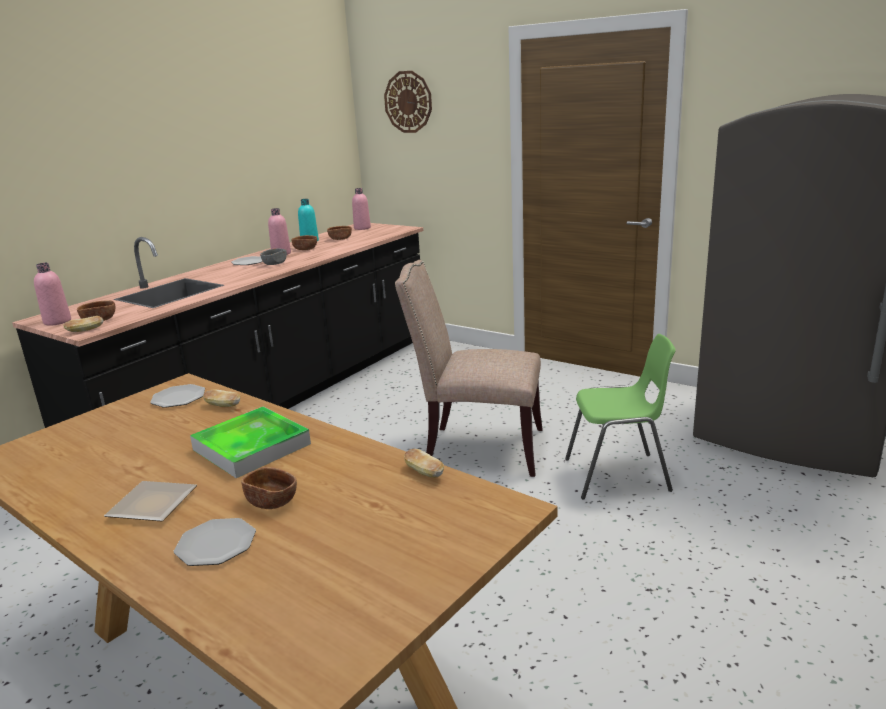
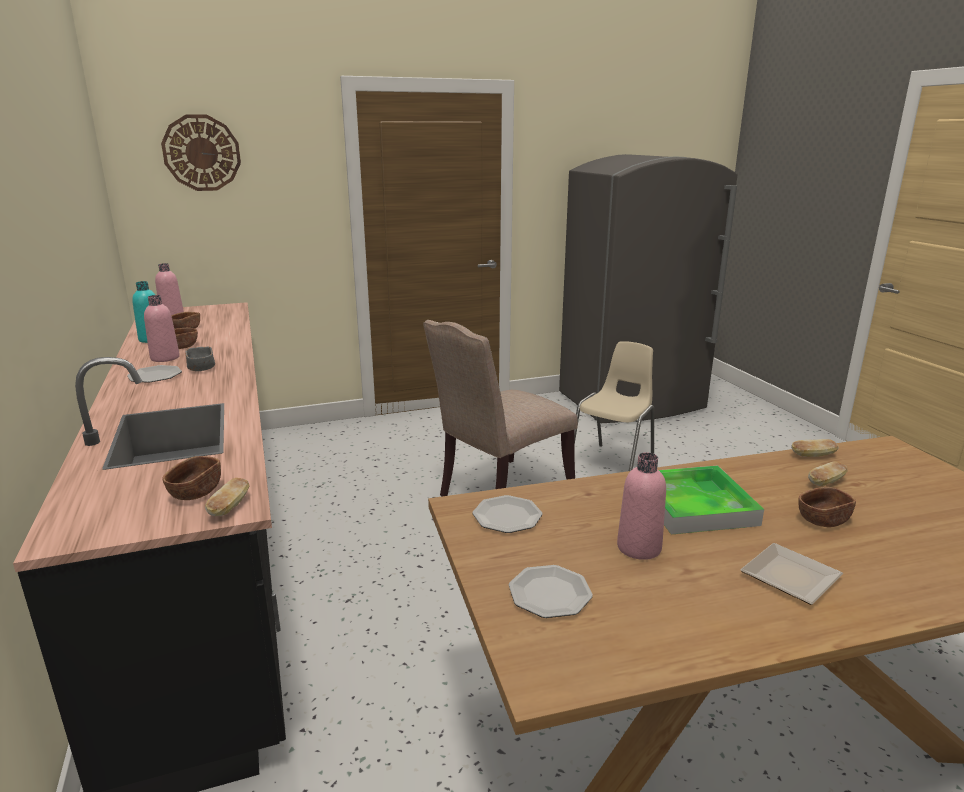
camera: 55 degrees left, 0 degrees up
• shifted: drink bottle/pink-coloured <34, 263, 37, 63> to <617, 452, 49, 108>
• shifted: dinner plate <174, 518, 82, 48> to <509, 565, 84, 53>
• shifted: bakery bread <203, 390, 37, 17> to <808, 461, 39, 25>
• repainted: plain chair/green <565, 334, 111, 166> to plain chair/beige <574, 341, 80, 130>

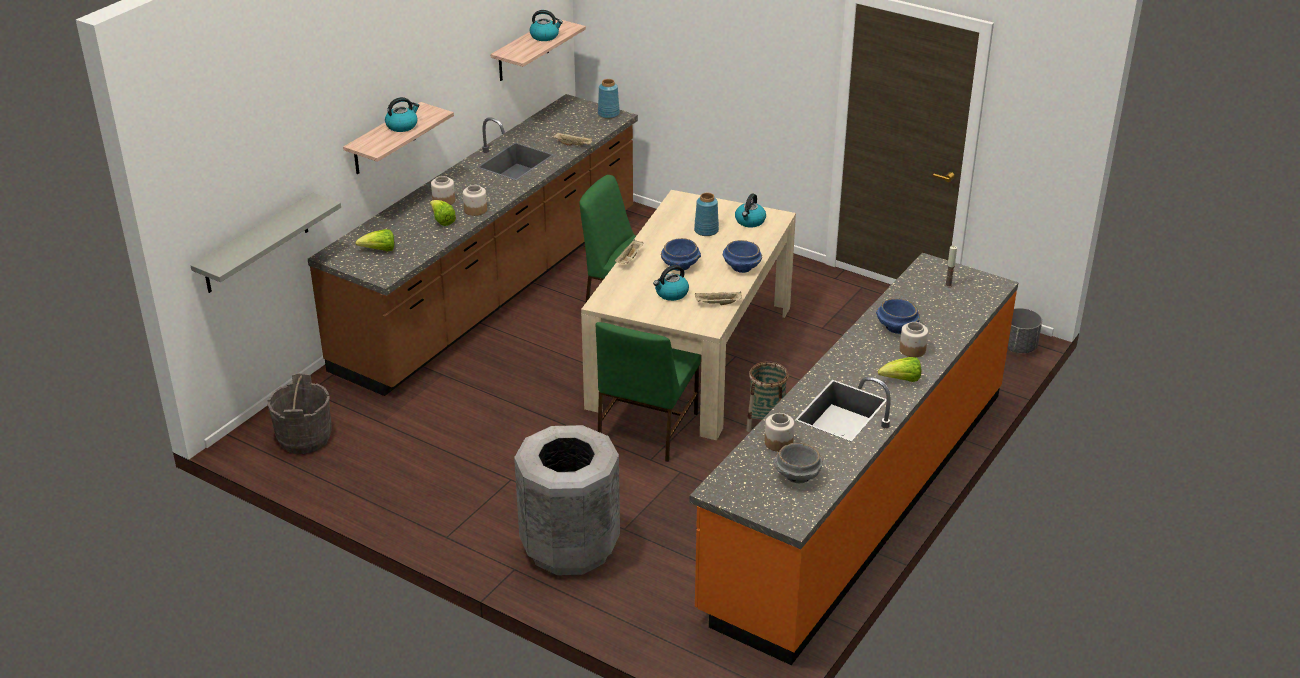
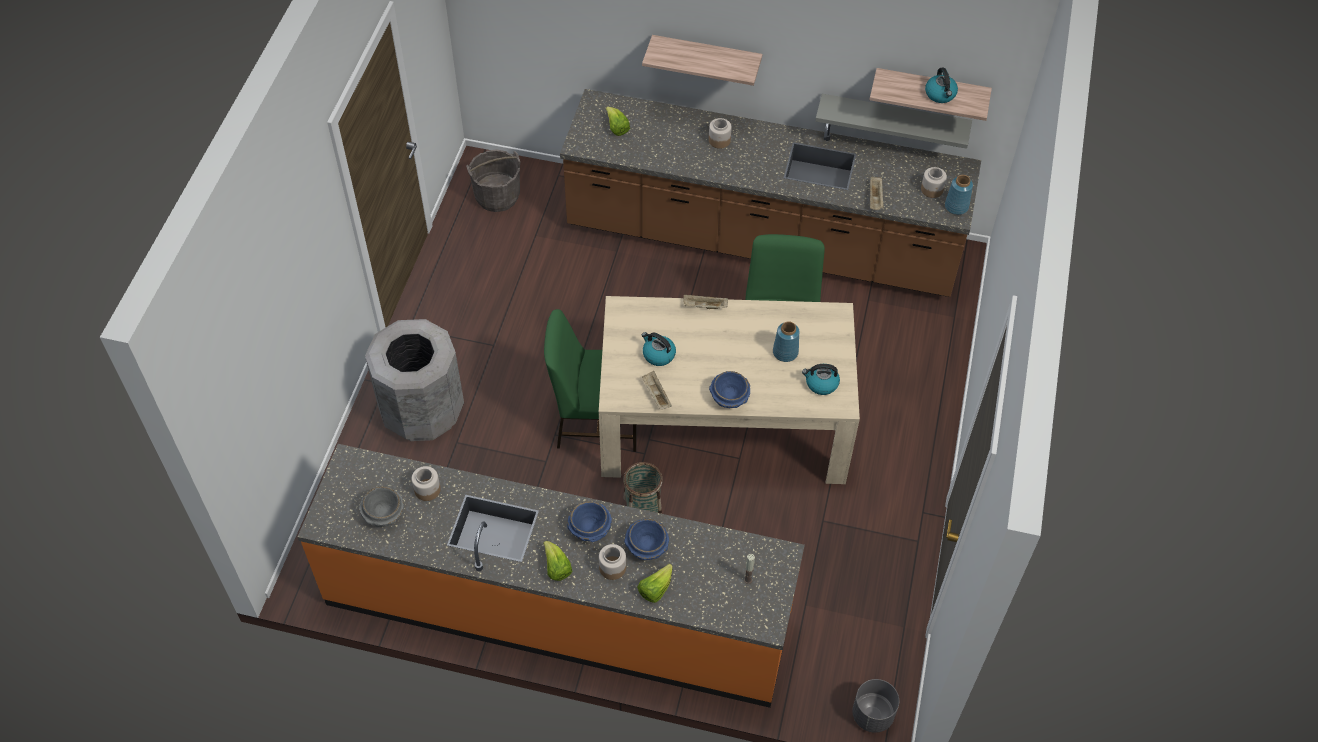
camera: 70 degrees right, 20 degrees up
• shifted: wall shelf/greyish <191, 192, 150, 101> to <815, 94, 157, 55>
• gone: kettle <385, 97, 35, 35>
• shifted: lettuce <430, 200, 26, 26> to <637, 564, 36, 39>
• shifted: storage jar <463, 185, 24, 31> to <921, 167, 26, 31>
• shifted: bowl/bluish <661, 238, 40, 33> to <567, 501, 45, 41>

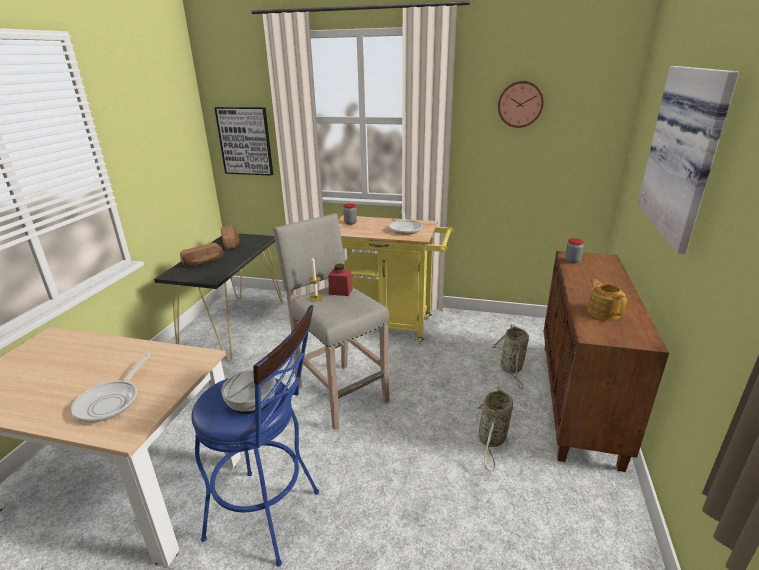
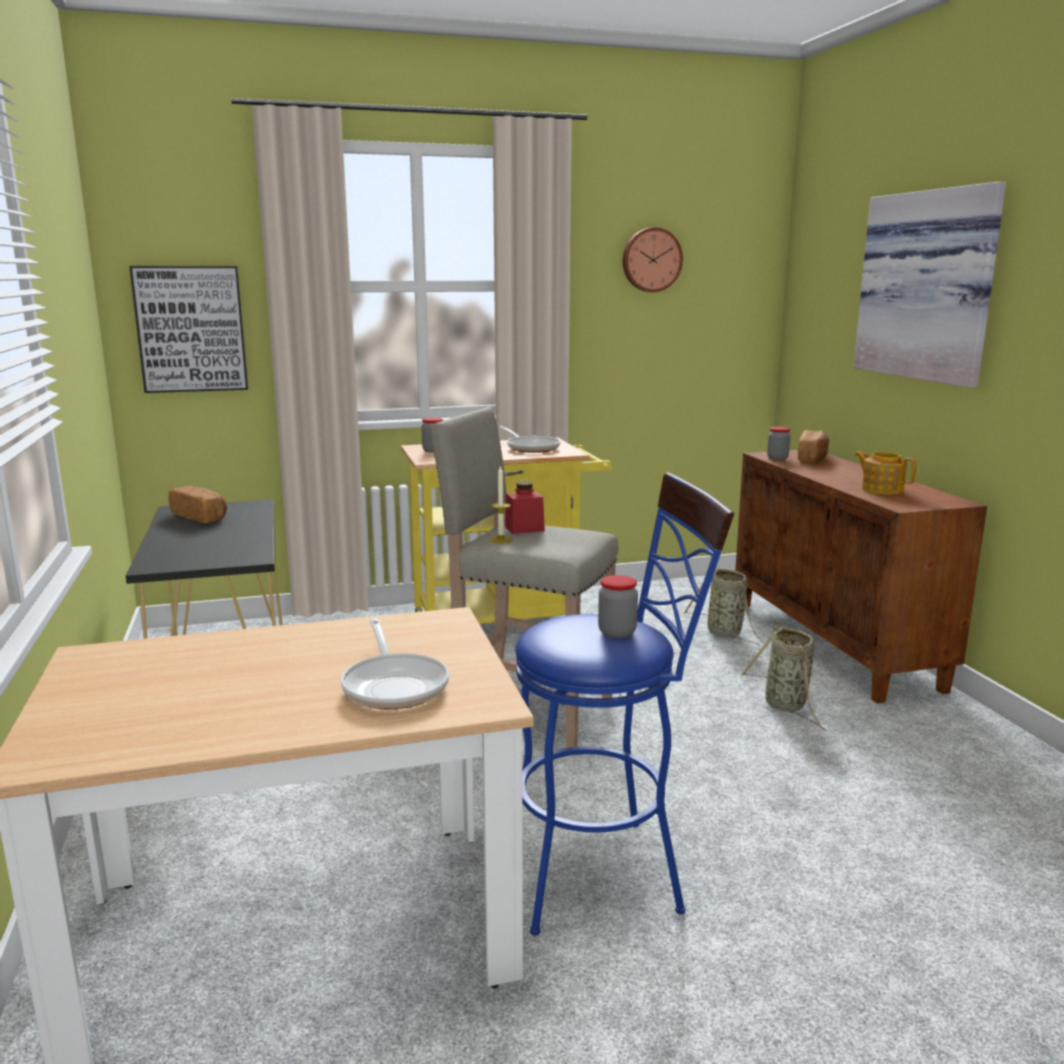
camera: 30 degrees left, 10 degrees down
• shifted: bakery bread <180, 243, 43, 24> to <798, 430, 31, 33>
• swapped: bowl <221, 369, 55, 45> to storage jar <598, 575, 40, 63>

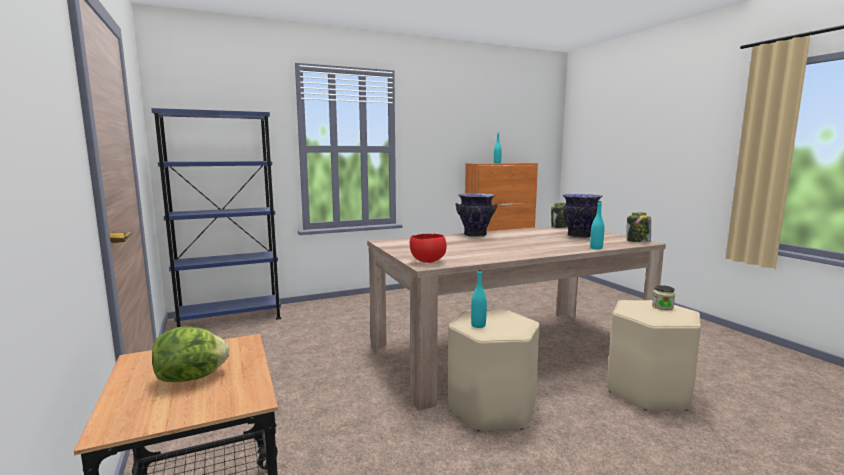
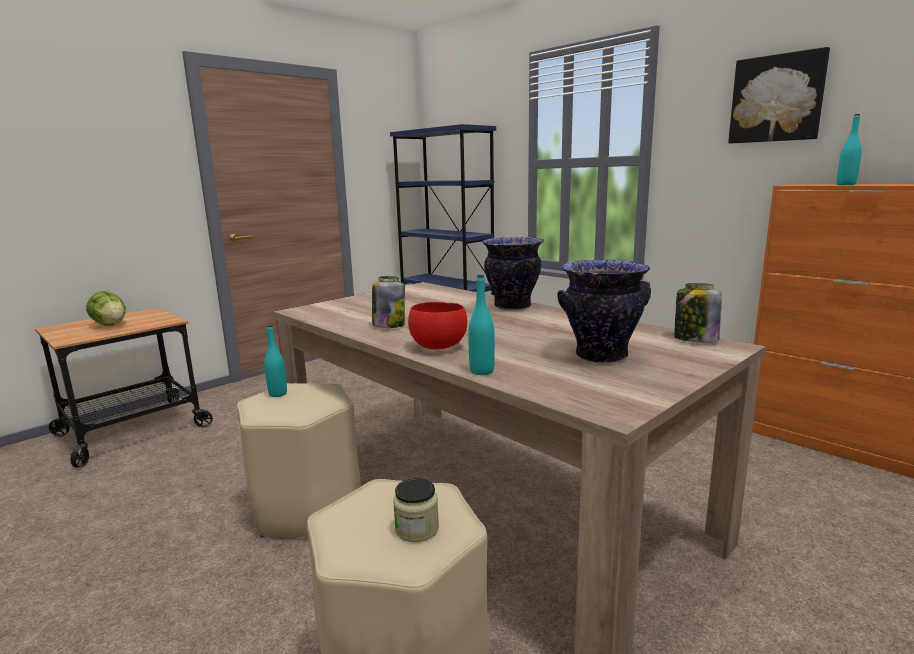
camera: 70 degrees right, 5 degrees up
• shifted: bowl/red-coloured <410, 234, 37, 29> to <408, 302, 59, 47>
• shifted: storage jar <627, 213, 24, 29> to <372, 276, 33, 52>
• new: wall picture <728, 47, 102, 96>

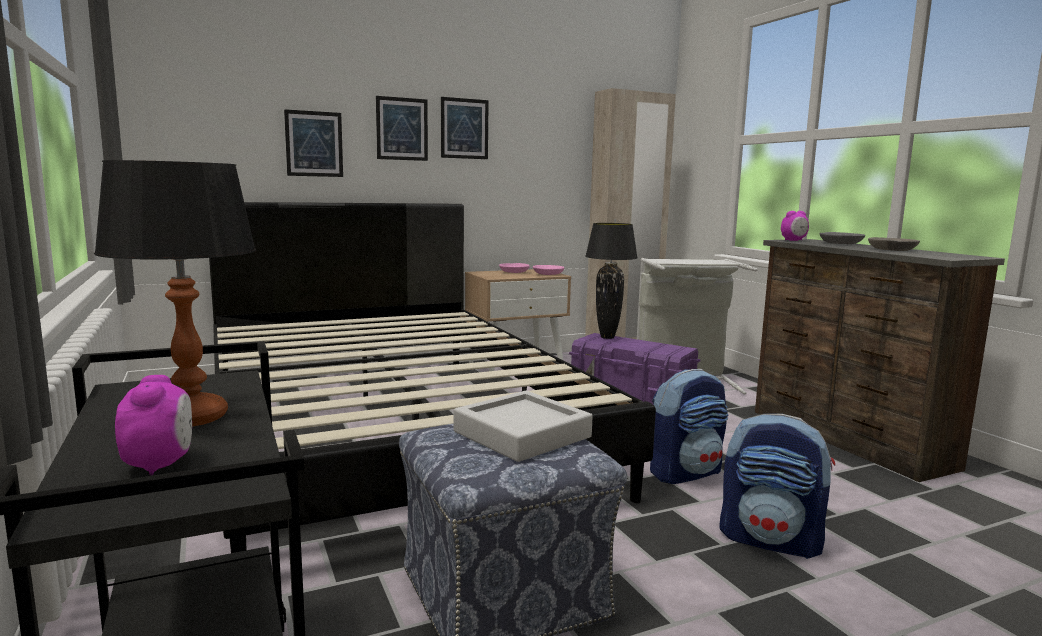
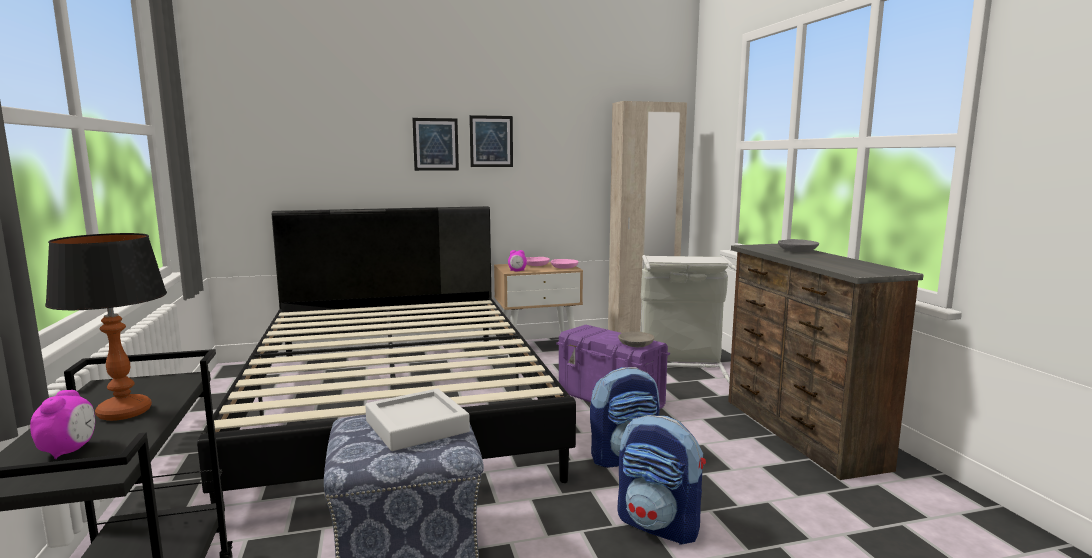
camera: 10 degrees right, 0 degrees up
• gone: wall picture <284, 109, 59, 68>
• gone: table lamp/black-coloured <585, 223, 53, 116>
• shifted: alarm clock <781, 211, 28, 30> to <508, 250, 19, 21>
• shifted: bowl/greyish <868, 237, 52, 14> to <618, 331, 37, 16>

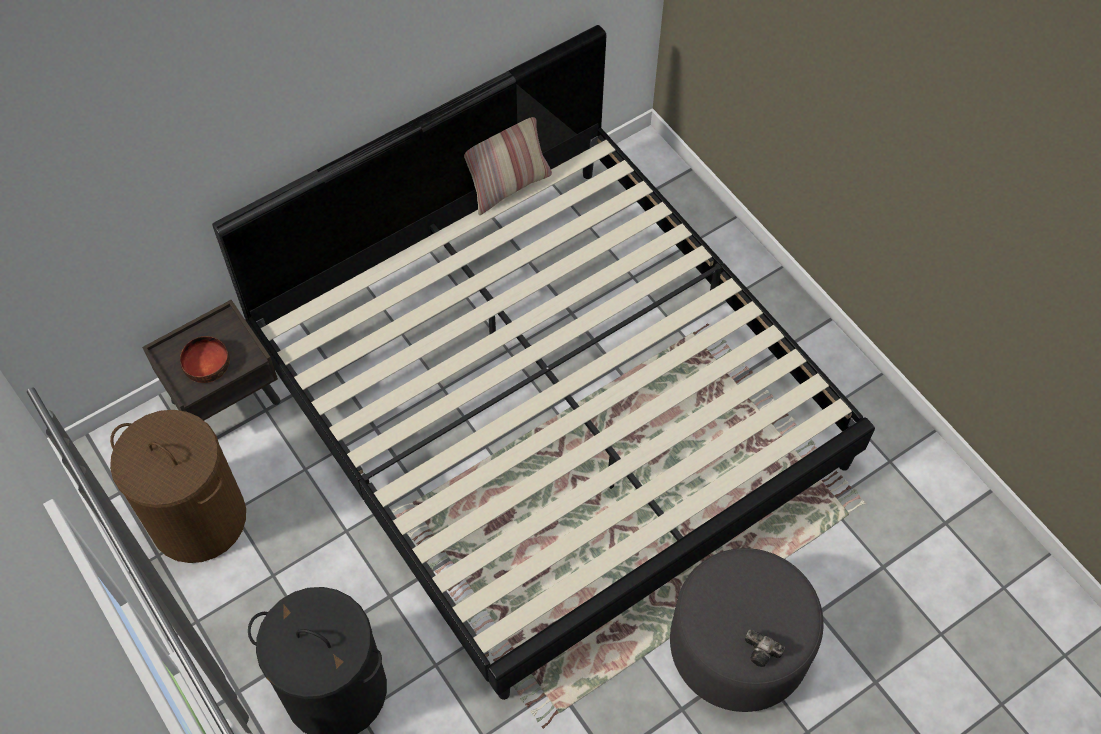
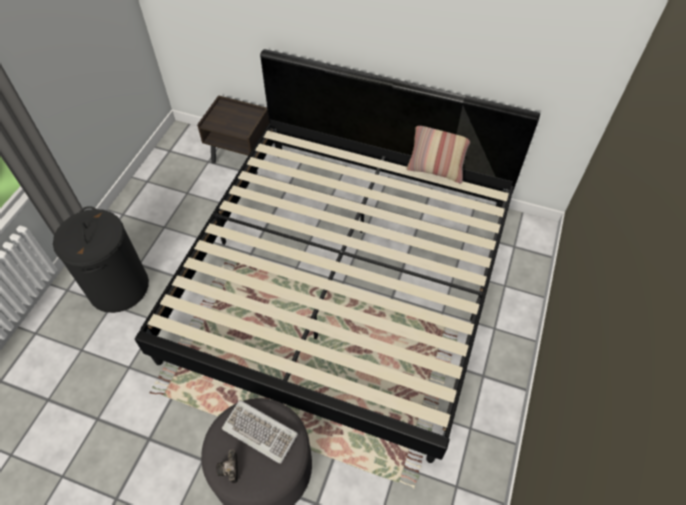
camera: 55 degrees right, 5 degrees down
• gone: washing basket/brownish <110, 410, 136, 153>
• gone: bowl <180, 336, 50, 47>
• new: PC keyboard <222, 400, 76, 64>

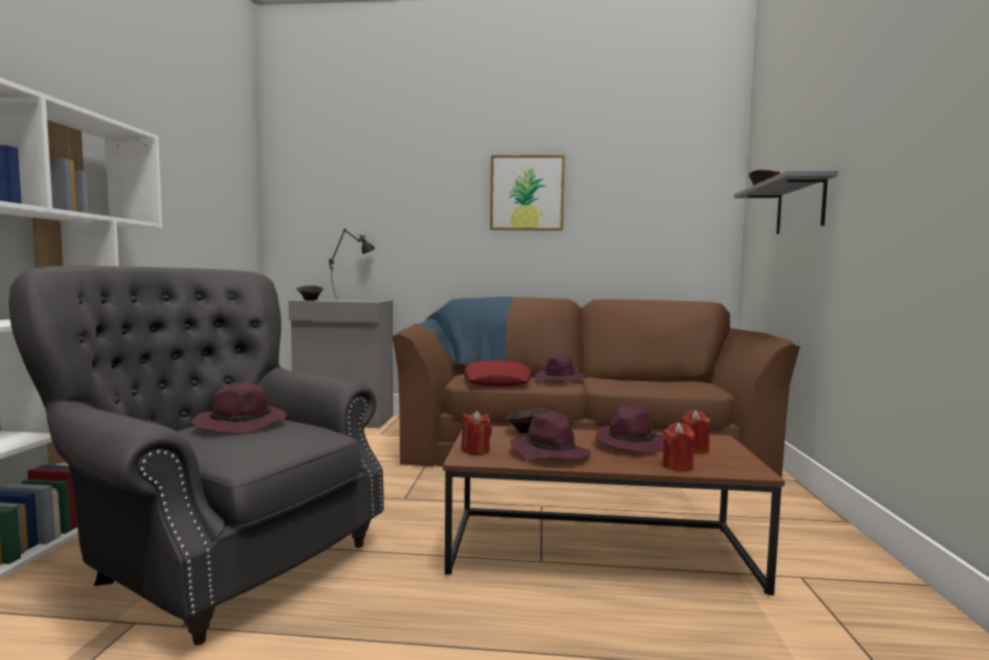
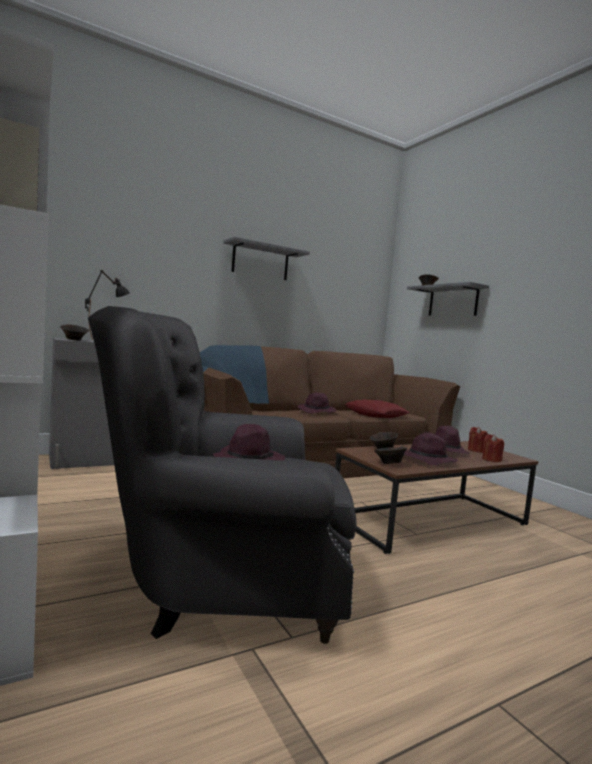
camera: 35 degrees left, 0 degrees up
• swapped: wax light/red-coloured <461, 411, 31, 44> to bowl/brownish <374, 446, 34, 18>
• shifted: cushion/red-coloured <465, 360, 66, 27> to <345, 399, 65, 19>
• swapped: wall picture <490, 155, 75, 76> to wall shelf/greyish <223, 237, 87, 43>

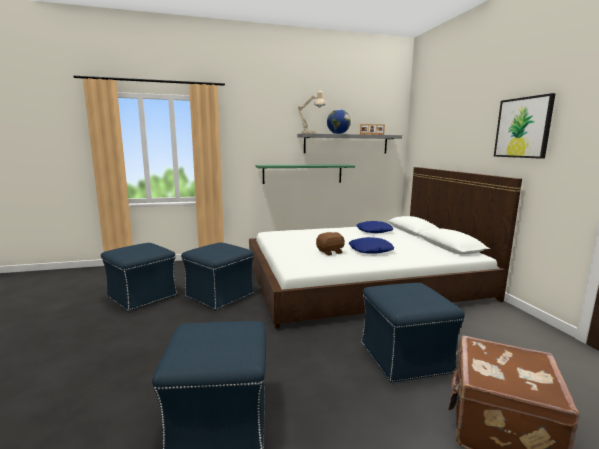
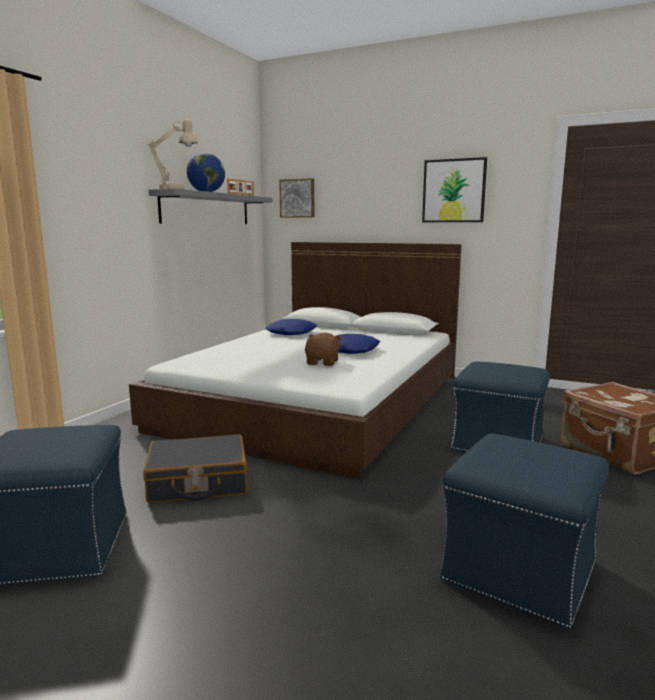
camera: 50 degrees left, 0 degrees up
• swapped: pouffe/bluish <181, 242, 73, 68> to suitcase/black-coloured <143, 434, 105, 69>
• gone: wall shelf/green <255, 164, 100, 20>
• new: wall picture <279, 178, 35, 40>

